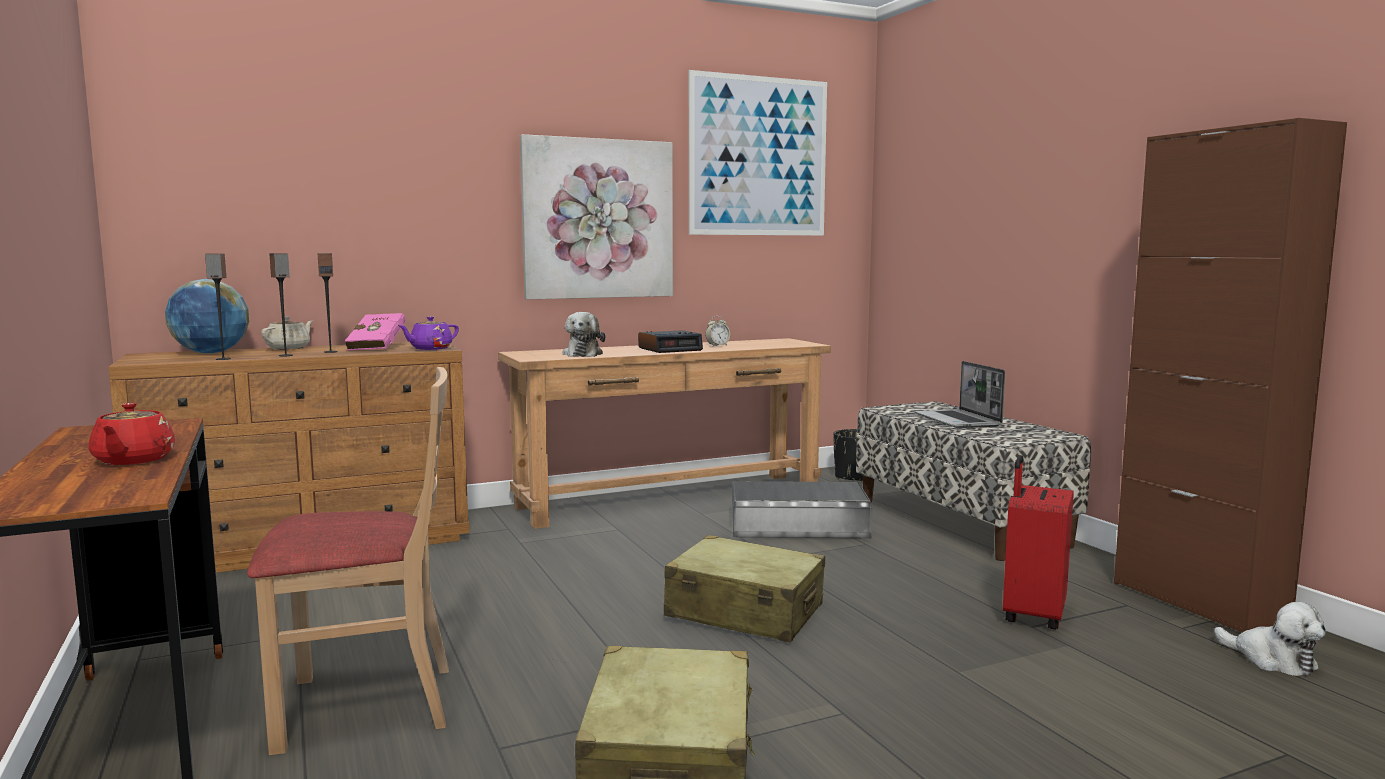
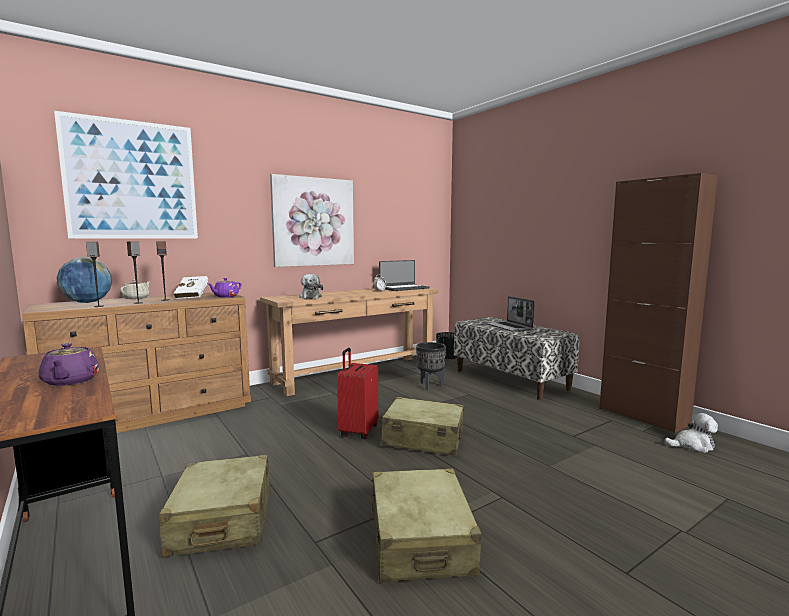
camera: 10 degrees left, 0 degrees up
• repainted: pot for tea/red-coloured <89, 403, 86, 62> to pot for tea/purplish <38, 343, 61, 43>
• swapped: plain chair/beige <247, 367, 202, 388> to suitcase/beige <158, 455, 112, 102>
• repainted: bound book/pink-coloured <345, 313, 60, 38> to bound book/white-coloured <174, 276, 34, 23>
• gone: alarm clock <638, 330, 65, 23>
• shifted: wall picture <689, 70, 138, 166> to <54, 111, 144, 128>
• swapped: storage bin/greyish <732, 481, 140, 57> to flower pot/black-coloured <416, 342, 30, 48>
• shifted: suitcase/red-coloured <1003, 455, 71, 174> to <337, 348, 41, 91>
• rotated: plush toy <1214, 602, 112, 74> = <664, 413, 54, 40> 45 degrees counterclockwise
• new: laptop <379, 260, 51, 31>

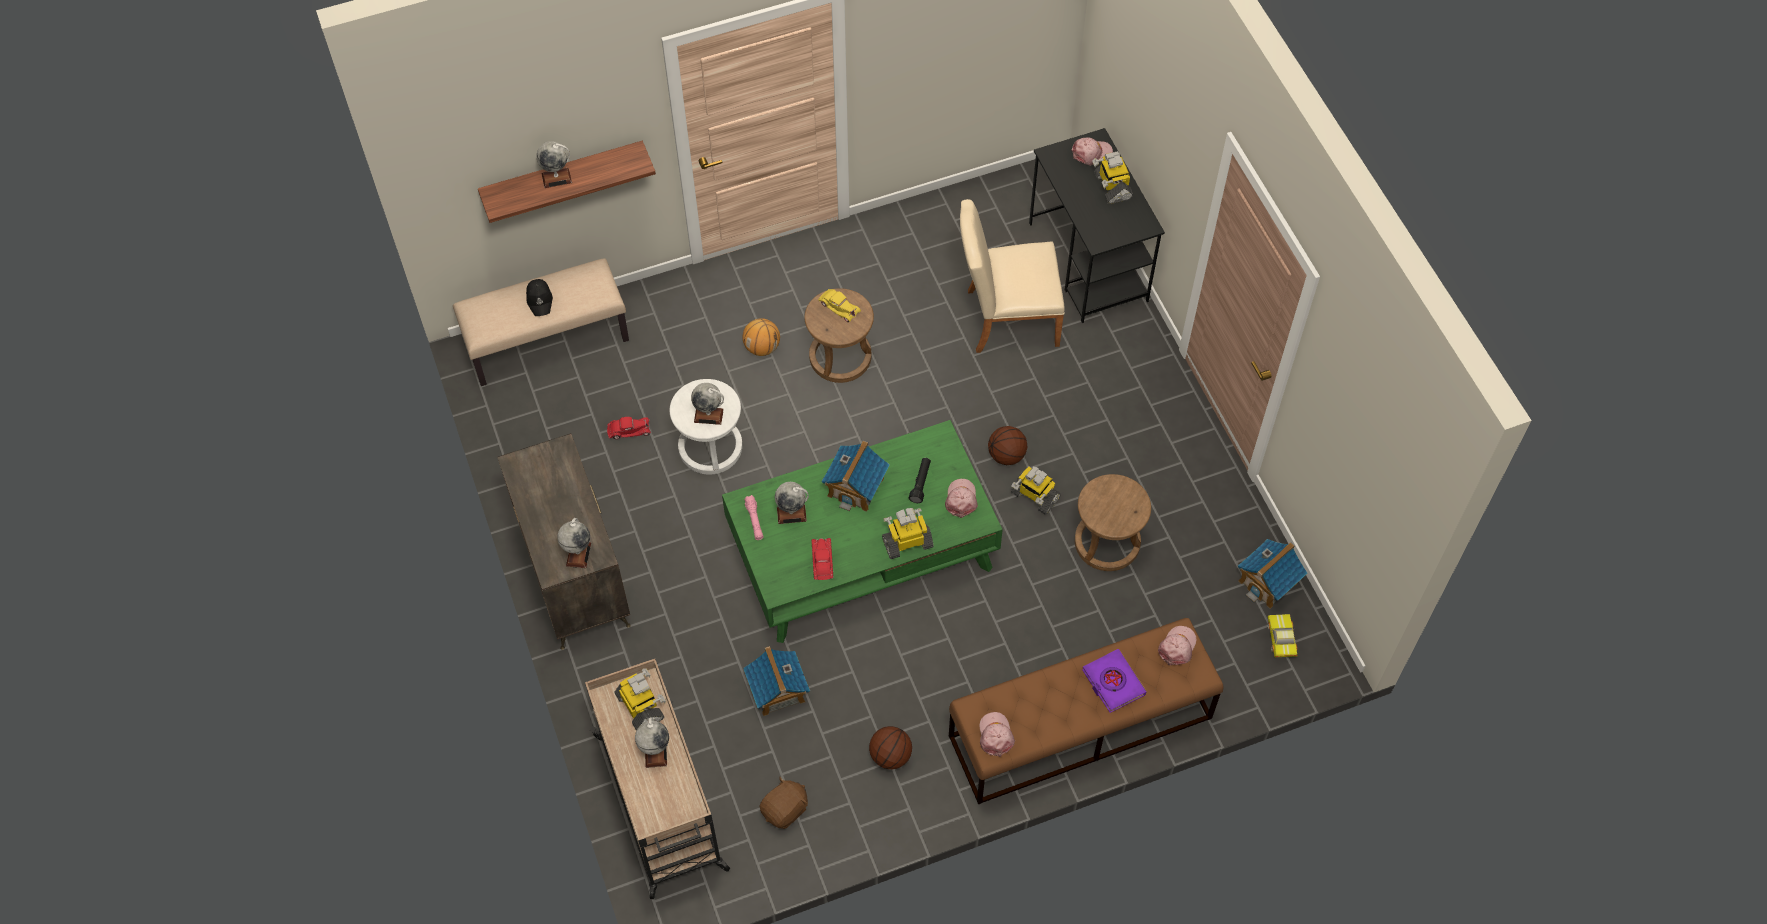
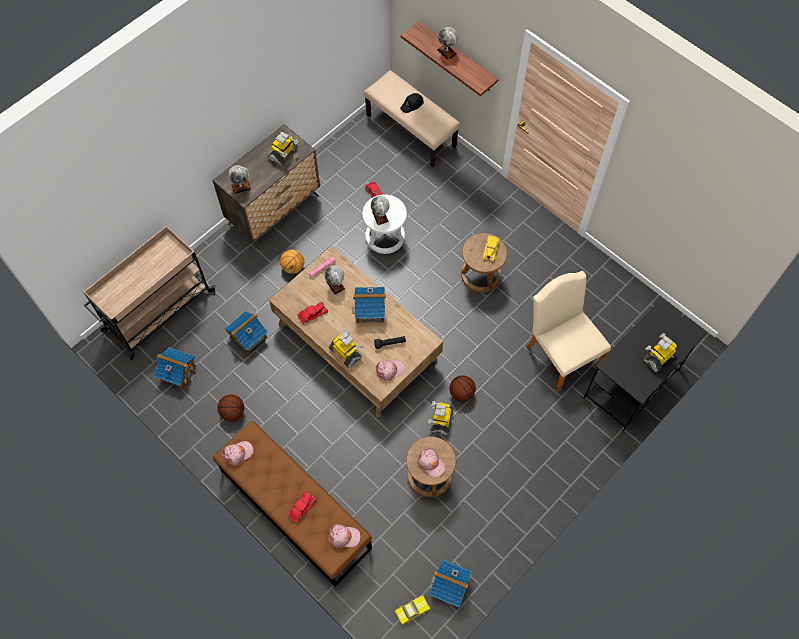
camera: 65 degrees right, 5 degrees up
• shifted: robot figure <615, 668, 51, 63> to <268, 132, 31, 34>
• gone: globe <635, 717, 34, 51>
• repainted: lounge table/green <722, 420, 281, 223> to lounge table/brownish <269, 246, 174, 171>
• shifted: ball for basketball <742, 318, 38, 38> to <280, 249, 24, 25>
• swapped: plush toy/brownish <759, 777, 49, 52> to toy house <154, 347, 42, 42>
• shifted: baseball cap/pink-coloured <1071, 137, 42, 28> to <417, 448, 29, 30>
• swapped: bound book/purplish <1082, 649, 65, 64> to model car/red-coloured <287, 491, 30, 32>

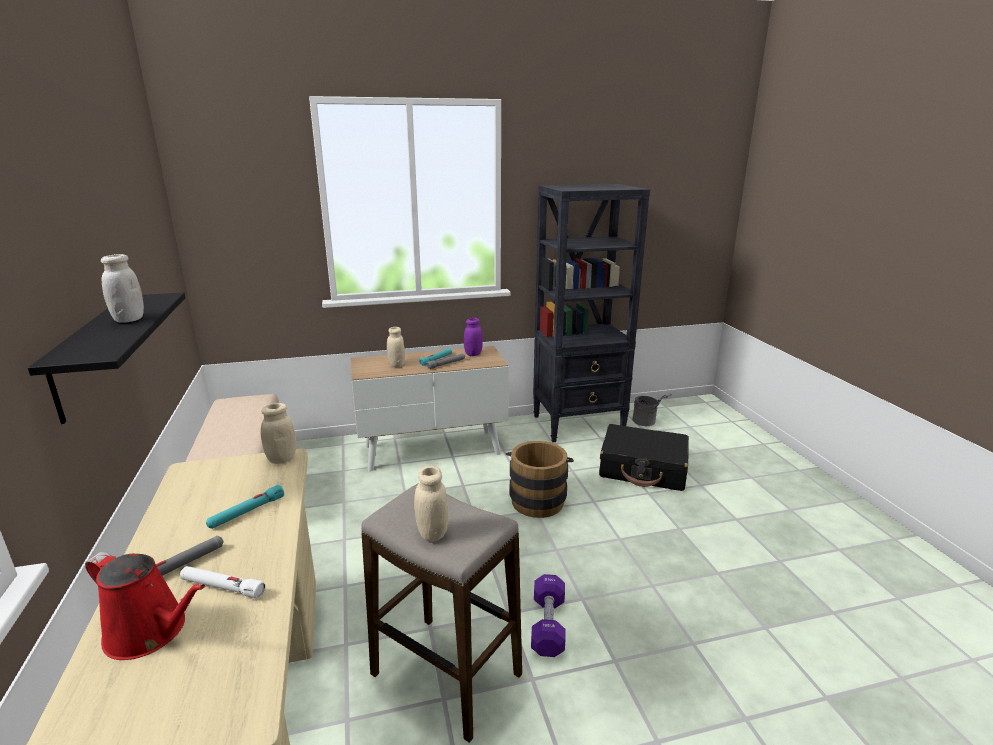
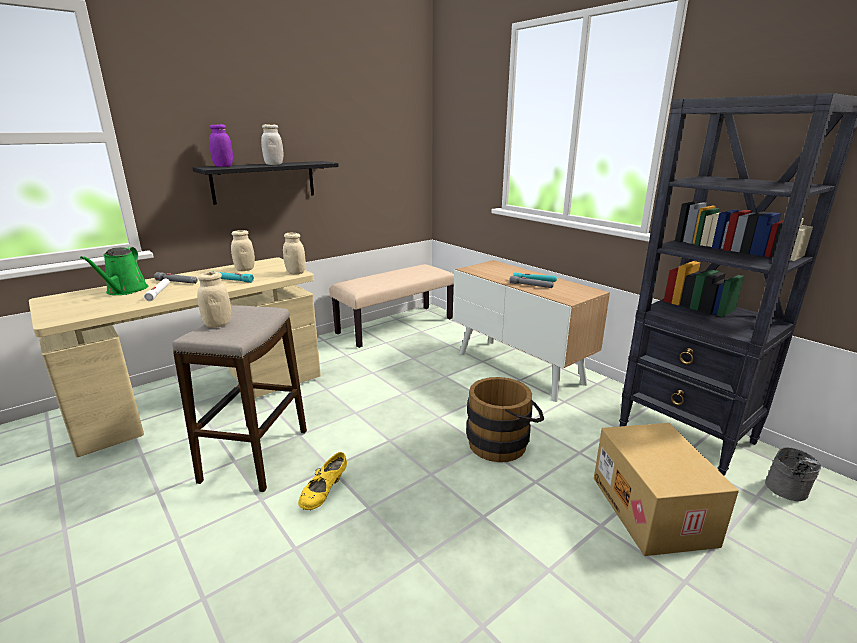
camera: 65 degrees right, 0 degrees up
• repainted: sprinkling can/red-coloured <85, 552, 120, 108> to sprinkling can/green <80, 247, 68, 48>
• shifted: storage jar/beige <387, 327, 18, 40> to <231, 230, 24, 41>
• shifted: storage jar/purplish <464, 318, 19, 38> to <209, 124, 24, 43>
• swapped: free weight/purplish <531, 574, 34, 83> to item of footwear/yellowish <298, 452, 49, 58>
• swapped: suitcase/black-coloured <599, 424, 90, 67> to cardboard box <594, 423, 145, 133>

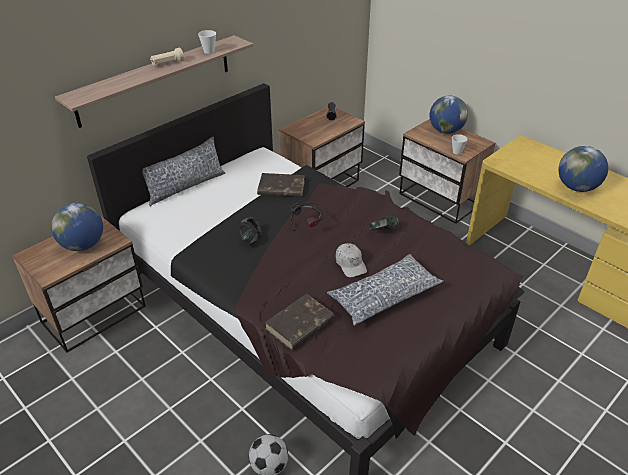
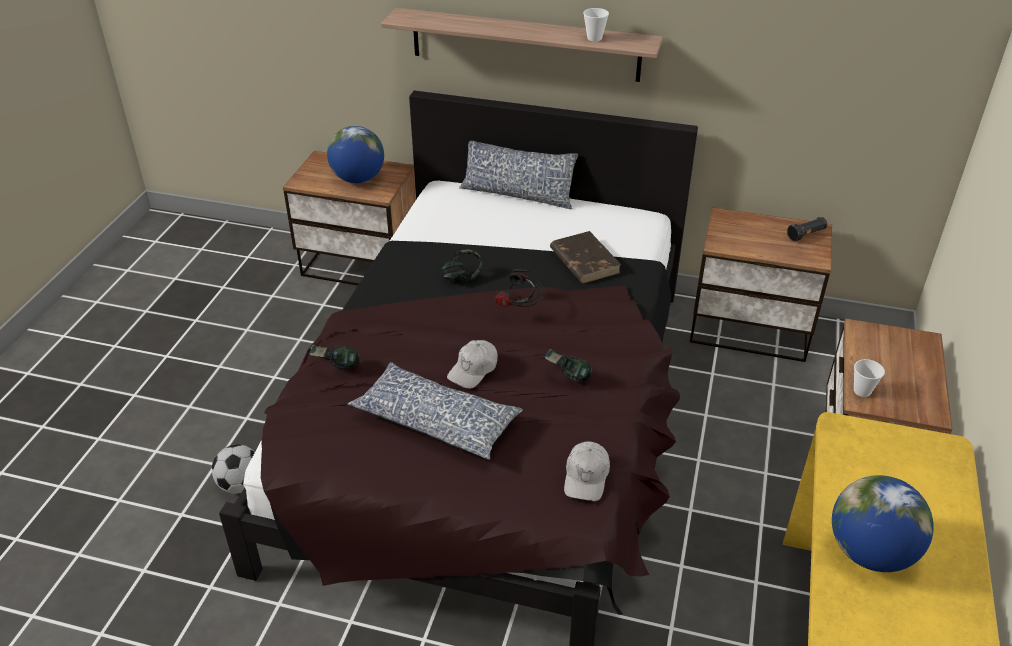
camera: 60 degrees right, 0 degrees up
• gone: torch/beige <150, 48, 34, 18>
• swapped: bound book/brownish <265, 294, 69, 55> to headphones <309, 345, 51, 24>
• gone: globe <430, 95, 38, 39>
• new: baseball cap/white-coloured <564, 442, 46, 59>

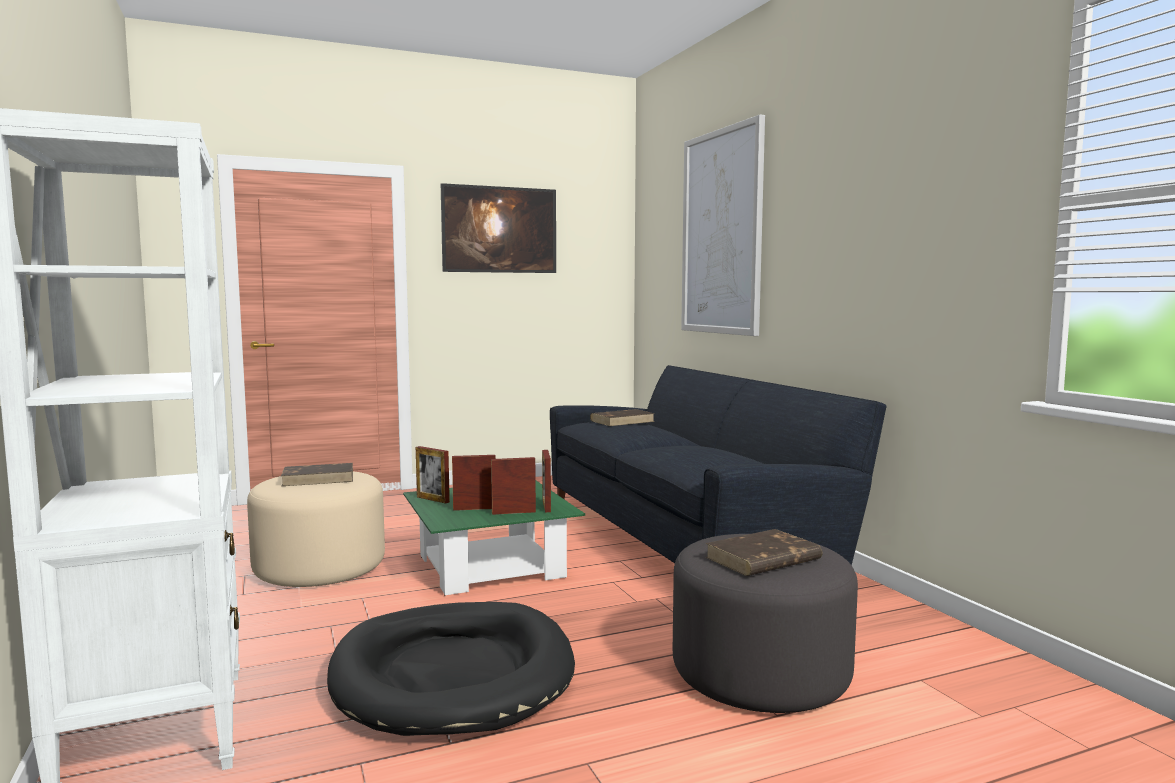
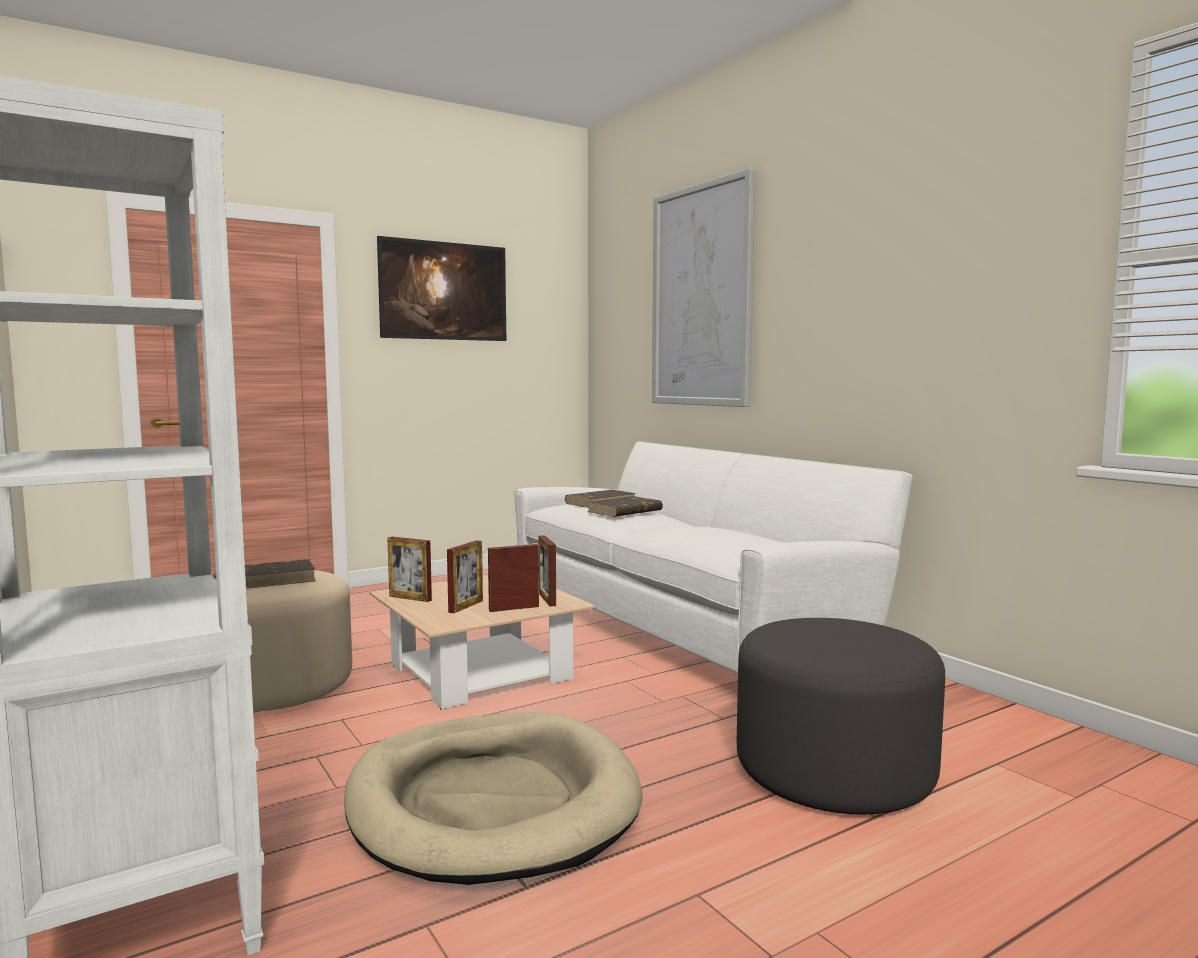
camera: 10 degrees left, 0 degrees up
• repainted: dog bed/black-coloured <327, 602, 248, 134> to dog bed/beige <344, 712, 299, 173>
• repainted: lounge table/green <403, 481, 182, 115> to lounge table/beige <369, 575, 226, 134>
• rotated: standing frame <452, 455, 44, 56> = <447, 540, 36, 73> 135 degrees clockwise
• repainted: sofa/black-coloured <550, 365, 336, 201> to sofa/white-coloured <514, 441, 399, 233>
• shifted: bound book/brownish <705, 529, 118, 47> to <587, 496, 76, 21>

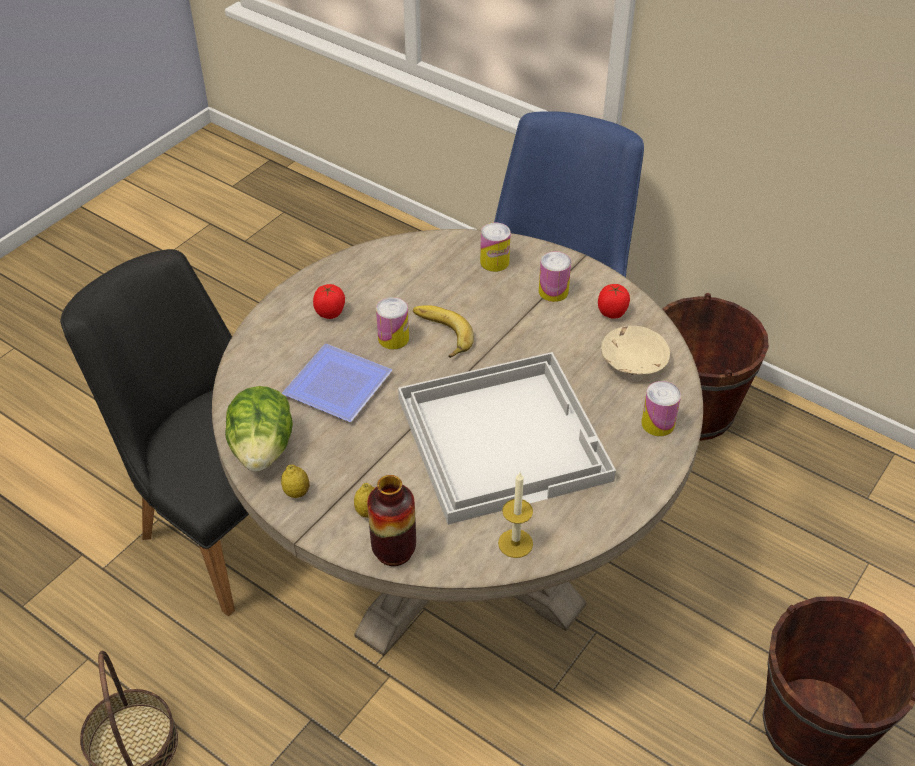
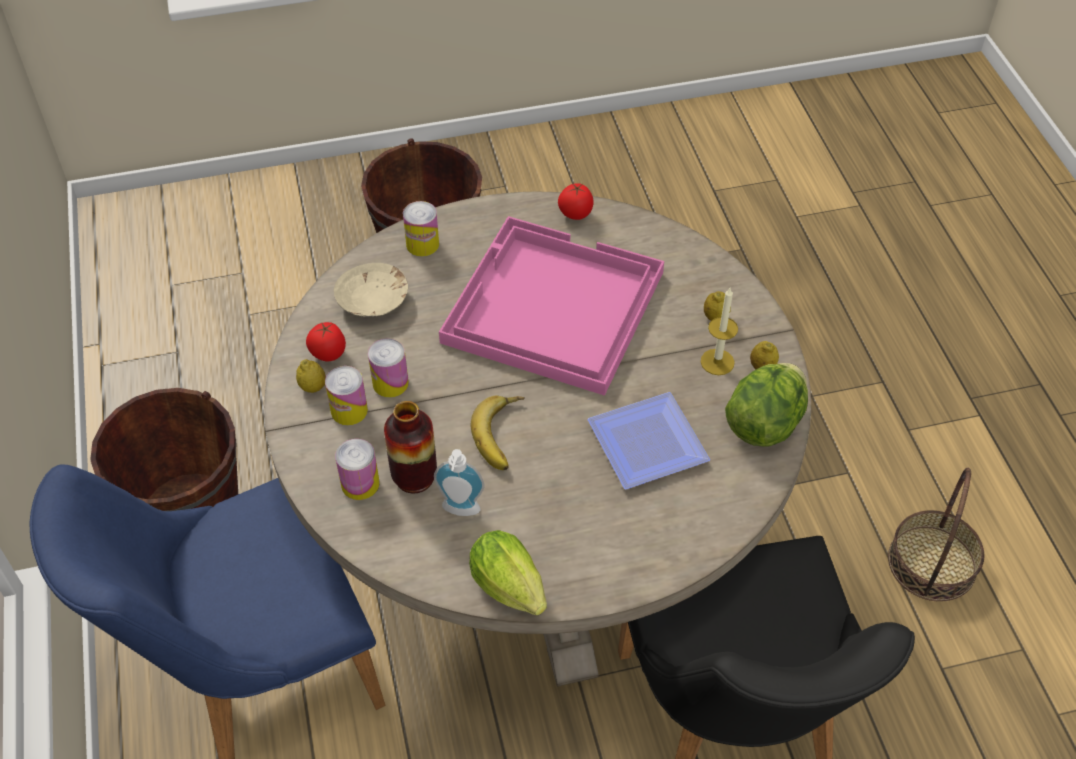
camera: 140 degrees left, 5 degrees up
• shifted: whole tomato <313, 284, 32, 35> to <558, 183, 36, 37>
• shifted: vase <367, 475, 49, 91> to <384, 401, 53, 93>
• shifted: sealed can <376, 297, 33, 52> to <368, 339, 41, 59>
• repainted: serving tray/white-coloured <398, 352, 218, 173> to serving tray/pink-coloured <439, 216, 225, 180>
• shifted: wax light <498, 472, 35, 86> to <701, 288, 37, 87>
• new: citrus fruit <296, 359, 30, 34>
• new: soap dispenser <434, 449, 51, 67>
• new: lettuce <469, 530, 78, 85>

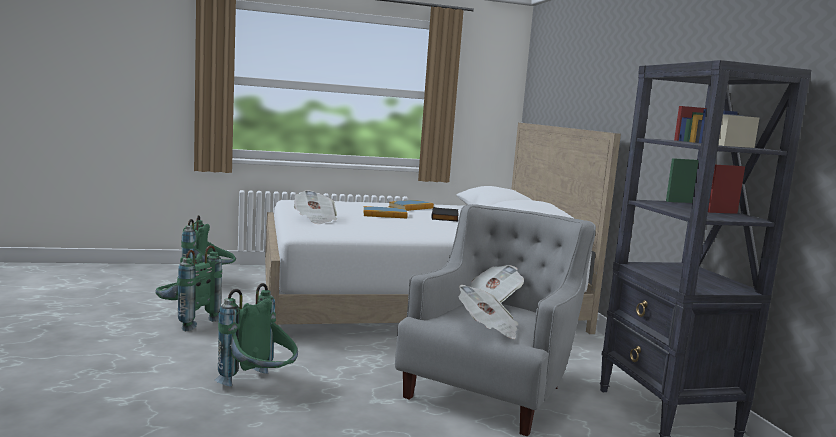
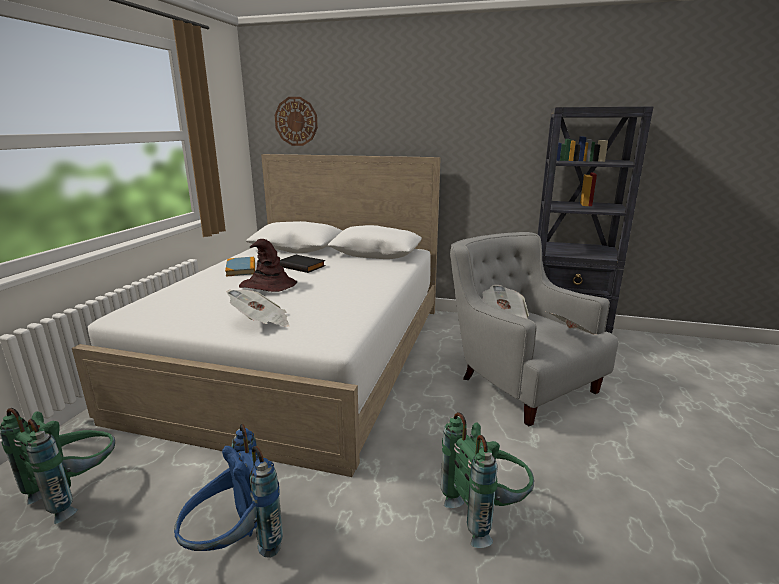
camera: 60 degrees left, 10 degrees up
• repainted: rucksack/green <155, 245, 67, 86> to rucksack/bluish <174, 424, 109, 134>
• swapped: bound book <363, 206, 45, 13> to clothing hat/brownish <239, 239, 58, 53>
• new: wall clock <275, 97, 43, 49>

